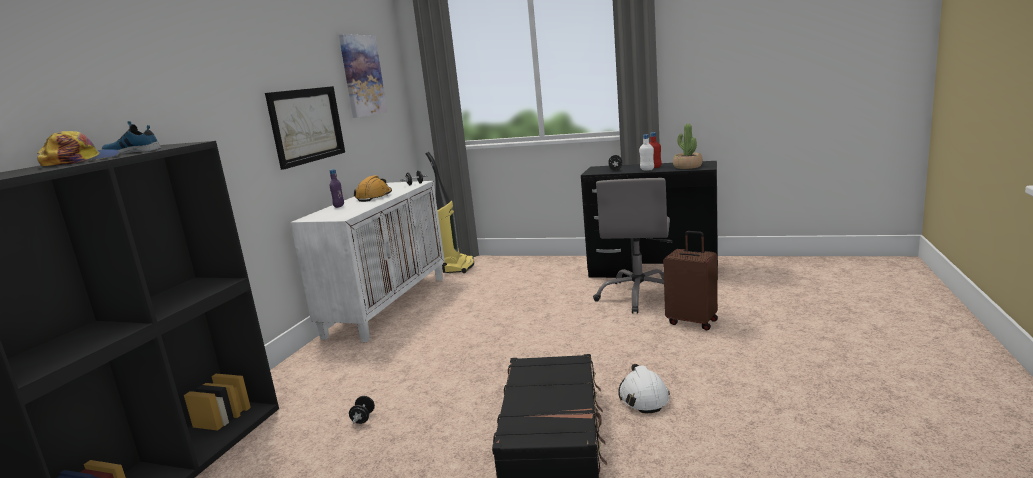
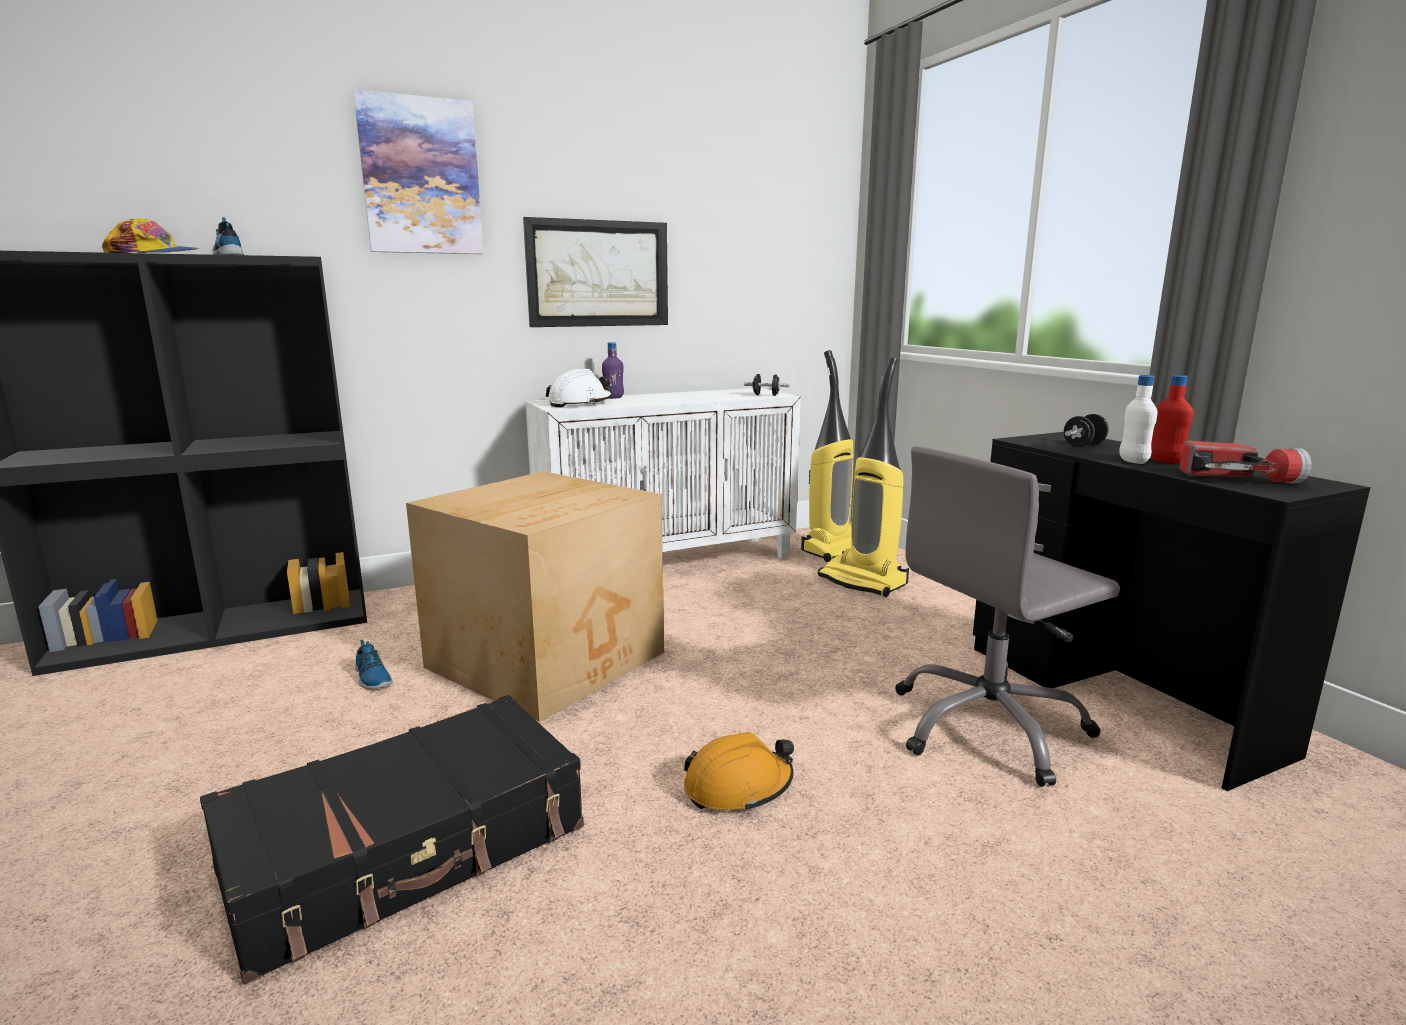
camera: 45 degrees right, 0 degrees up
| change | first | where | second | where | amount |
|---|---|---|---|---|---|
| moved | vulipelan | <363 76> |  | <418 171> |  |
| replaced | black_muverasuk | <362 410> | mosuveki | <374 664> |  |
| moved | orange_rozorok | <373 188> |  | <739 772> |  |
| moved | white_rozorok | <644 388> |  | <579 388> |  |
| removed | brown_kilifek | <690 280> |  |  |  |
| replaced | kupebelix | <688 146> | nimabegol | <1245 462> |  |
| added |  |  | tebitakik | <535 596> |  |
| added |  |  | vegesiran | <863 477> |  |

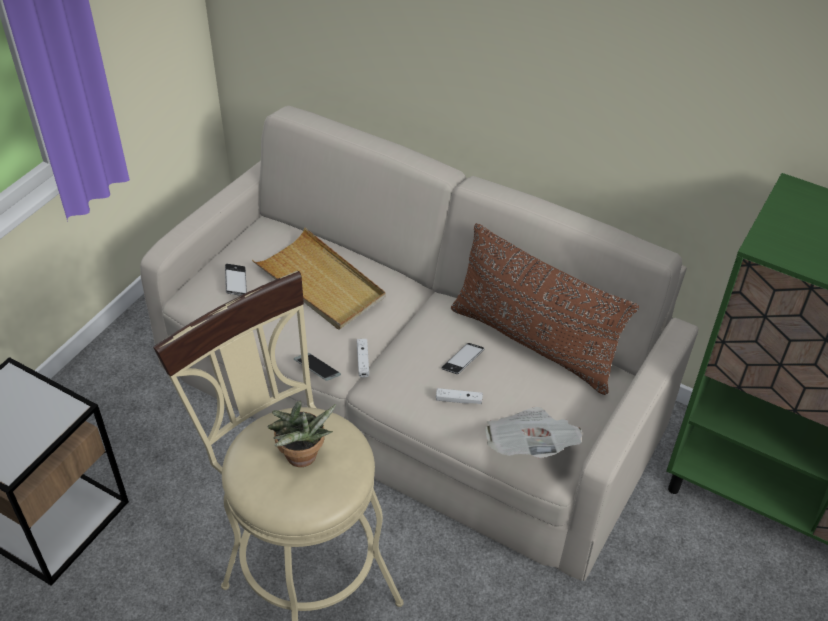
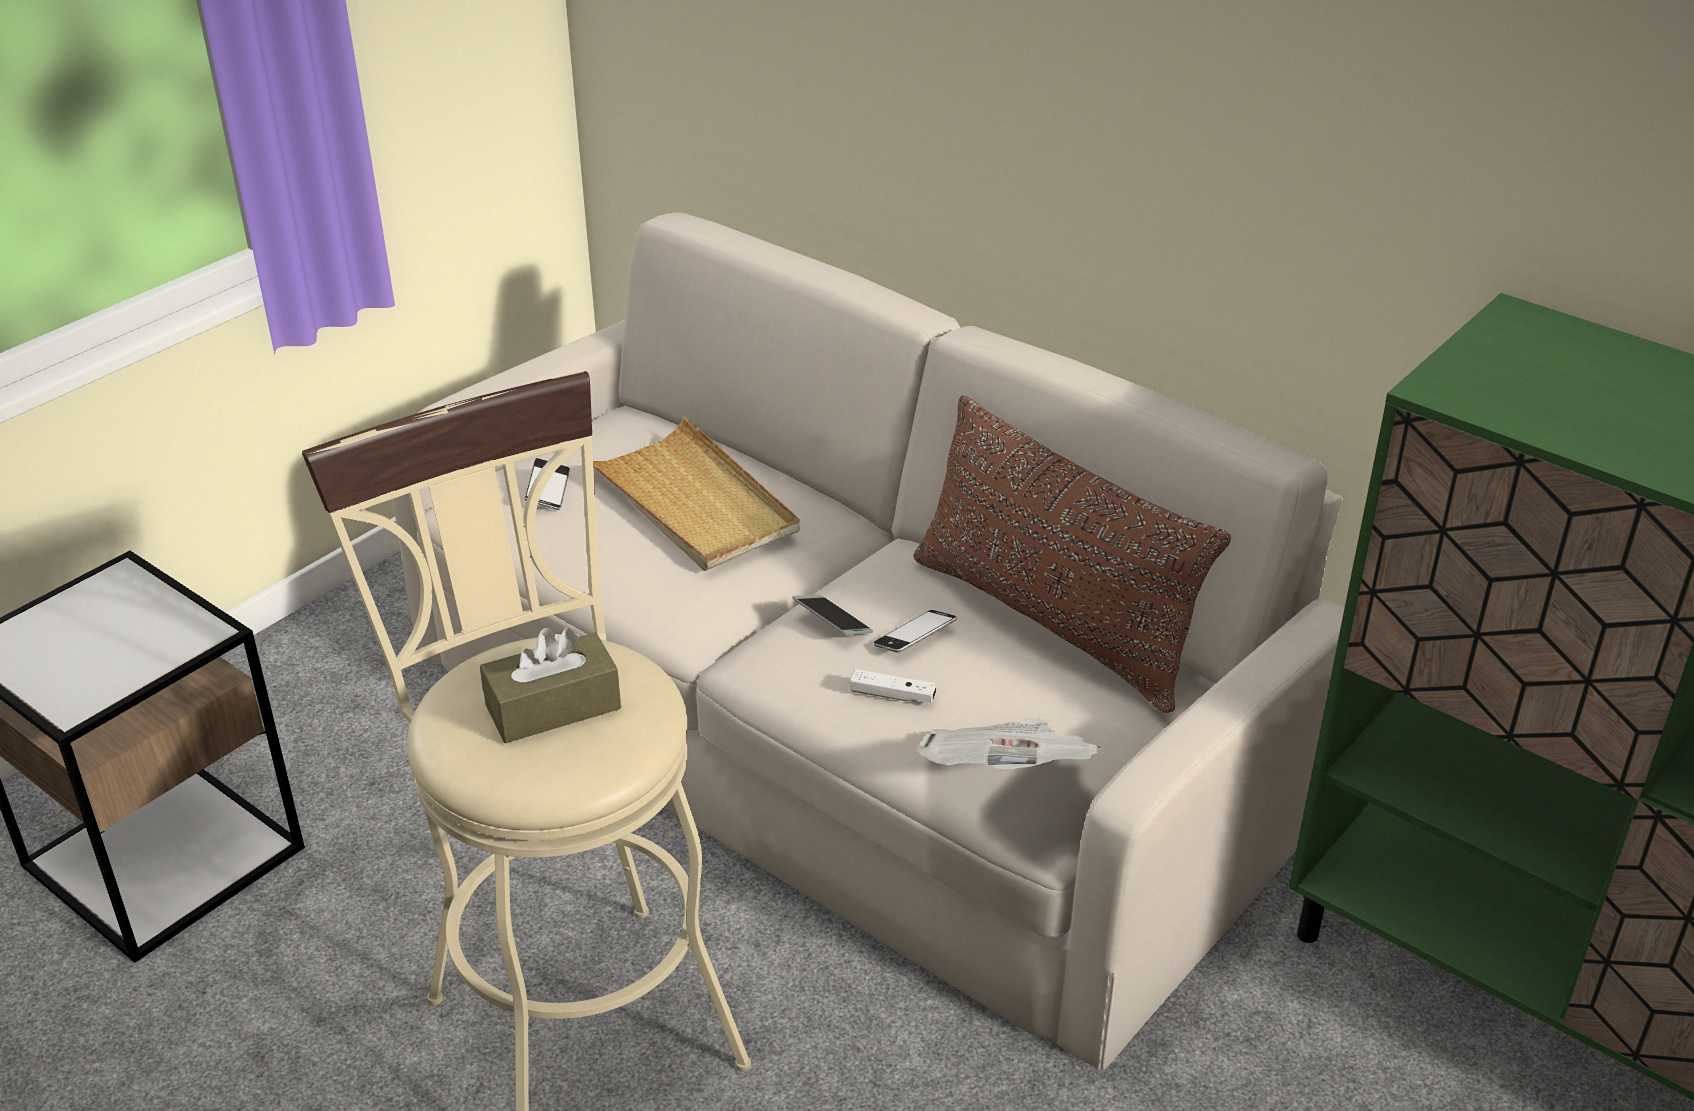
camera: 10 degrees right, 10 degrees down
| change | first | where | second | where | amount |
|---|---|---|---|---|---|
| replaced | kupebelix | <302 434> | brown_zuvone | <550 685> |  |
| moved | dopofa | <317 367> |  | <832 614> |  |
| removed | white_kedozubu | <363 358> |  |  |  |

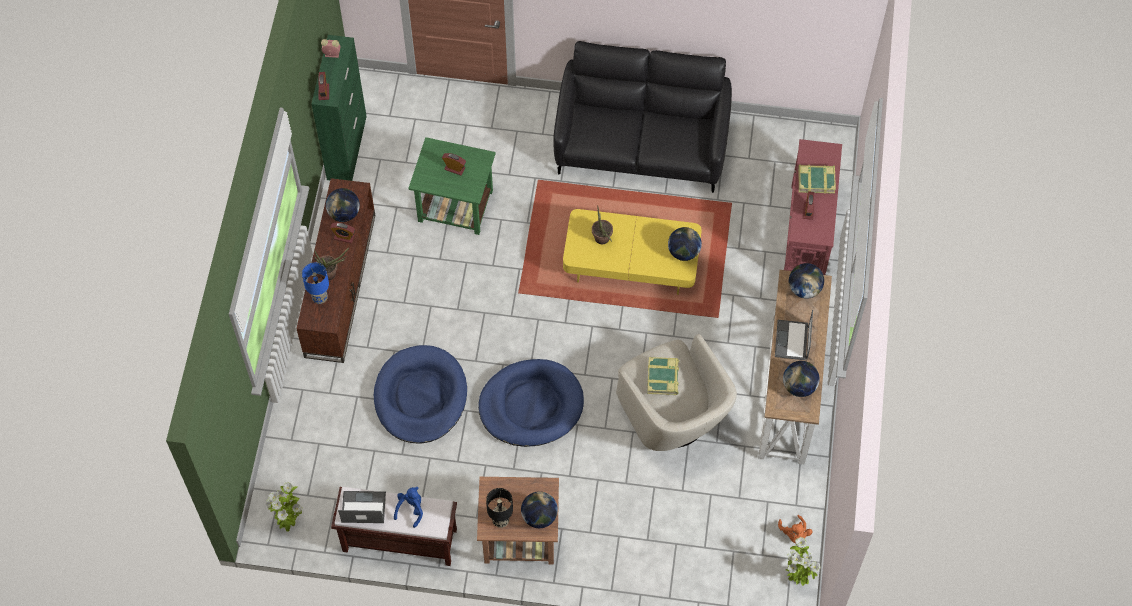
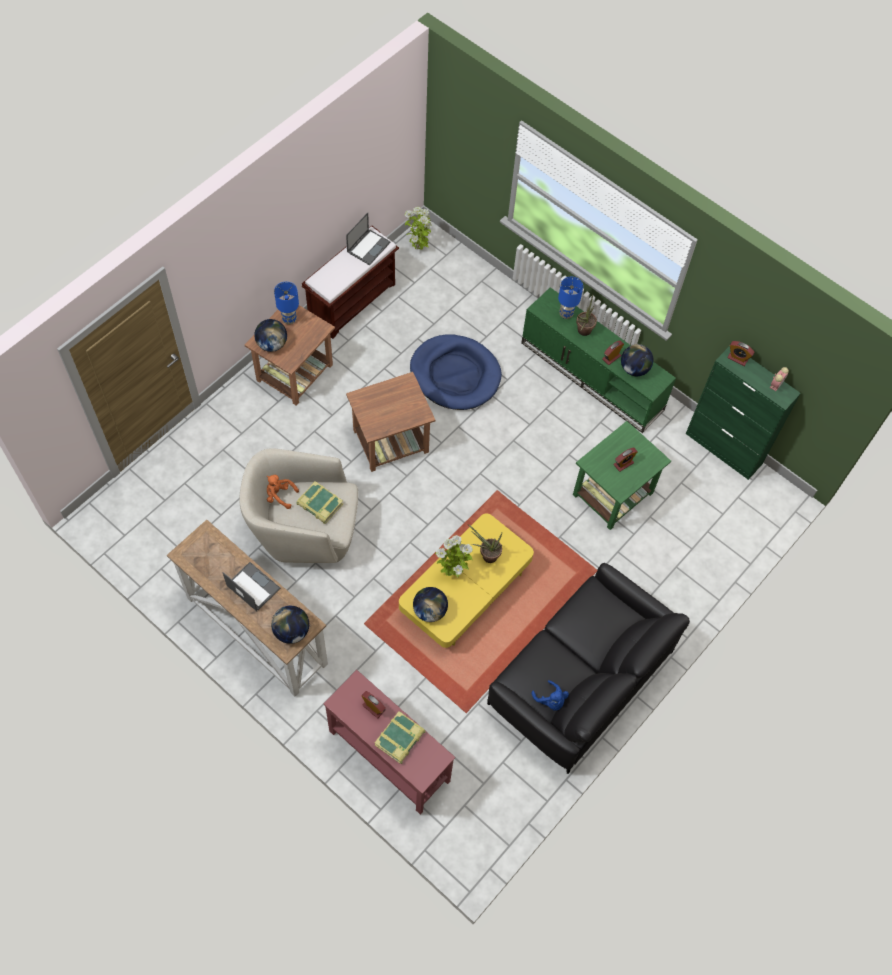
camera: 120 degrees right, 0 degrees up
| change | first | where | second | where | amount |
|---|---|---|---|---|---|
| recoloured | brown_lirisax | <335 270> | green_lirisax | <598 360> |  |
| moved | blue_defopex | <408 507> |  | <550 695> |  |
| replaced | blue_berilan | <531 403> | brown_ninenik | <391 422> |  |
| recoloured | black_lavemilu | <499 508> | blue_lavemilu | <286 303> |  |
| moved | orange_defopex | <795 529> |  | <283 492> |  |
| removed | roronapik | <801 379> |  |  |  |
| moved | kupebelix | <803 561> |  | <454 556> |  |

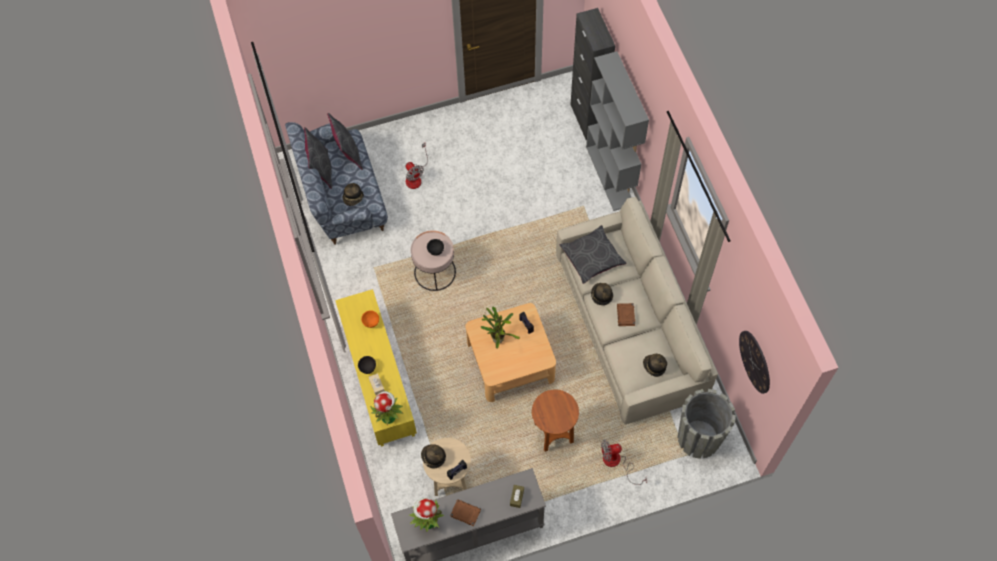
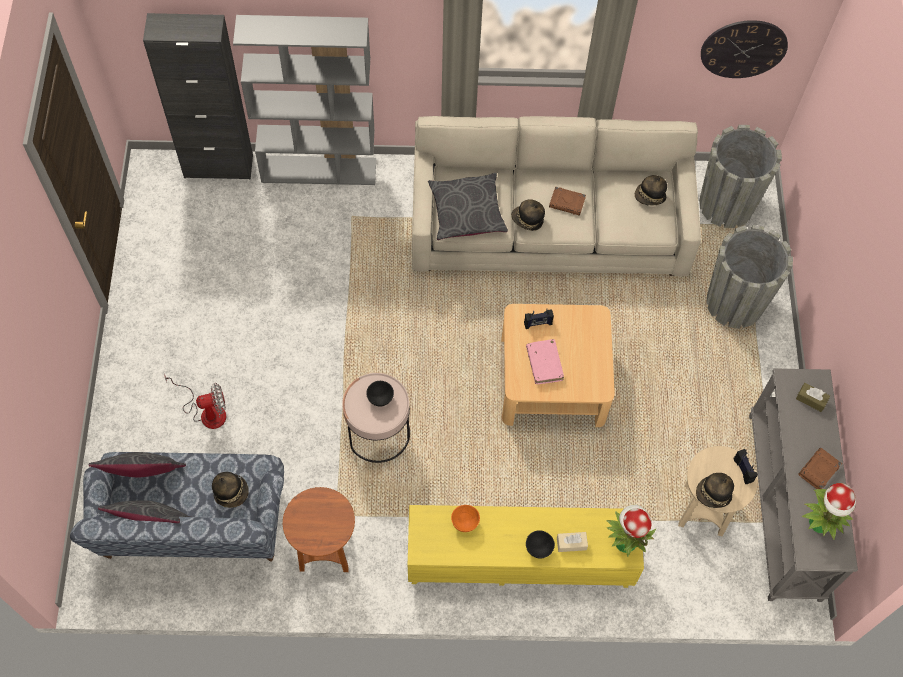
camera: 75 degrees left, 0 degrees up
| change | first | where | second | where | amount |
|---|---|---|---|---|---|
| replaced | kupebelix | <500 327> | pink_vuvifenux | <545 361> |  |
| moved | brown_ninenik | <555 421> |  | <319 529> |  |
| replaced | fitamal | <624 462> | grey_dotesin | <749 277> |  |

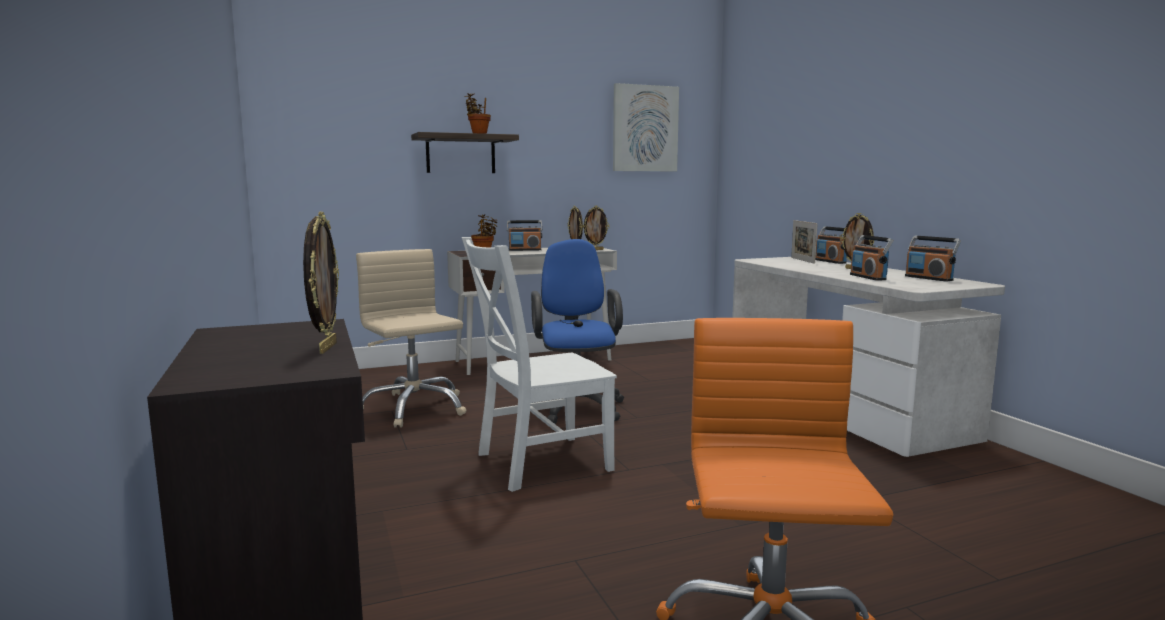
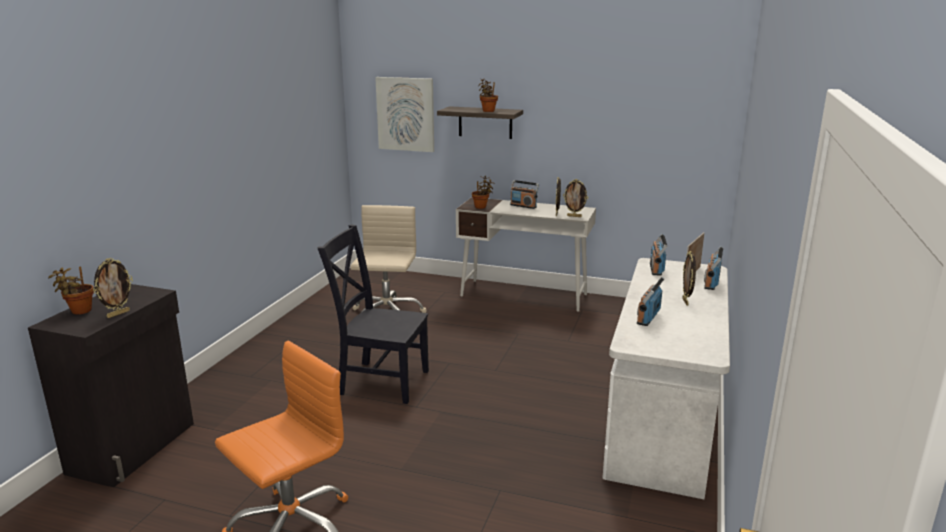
camera: 40 degrees right, 10 degrees up
| change | first | where | second | where | amount |
|---|---|---|---|---|---|
| recoloured | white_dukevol | <539 364> | black_dukevol | <373 314> |  |
| removed | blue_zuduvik | <577 331> |  |  |  |
| moved | vulipelan | <646 127> |  | <404 114> |  |
| moved | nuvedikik | <933 259> |  | <659 255> |  |
| added |  |  | kupebelix | <71 290> |  |

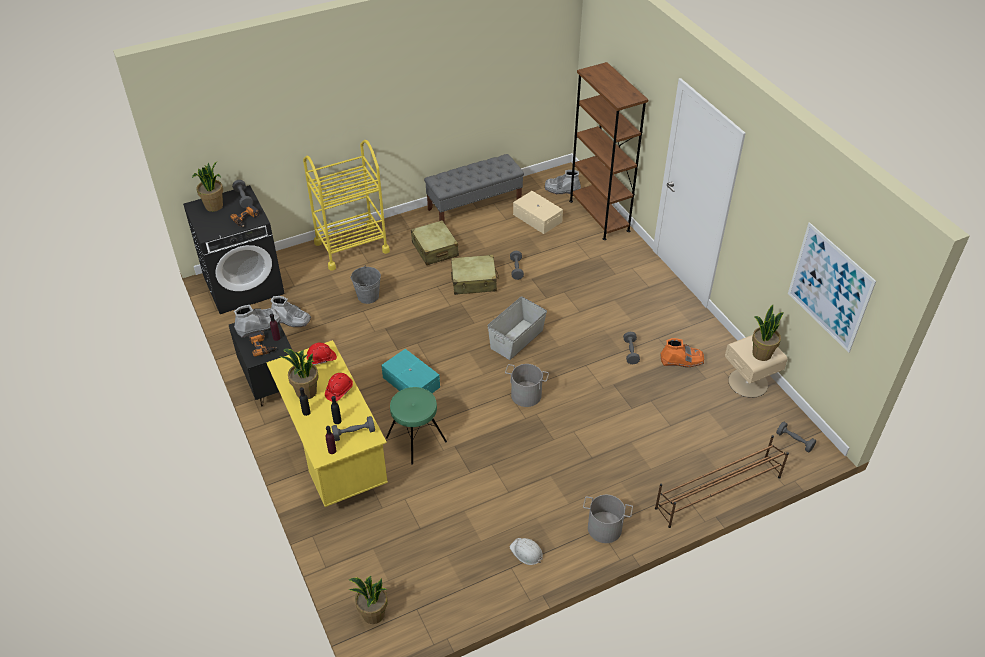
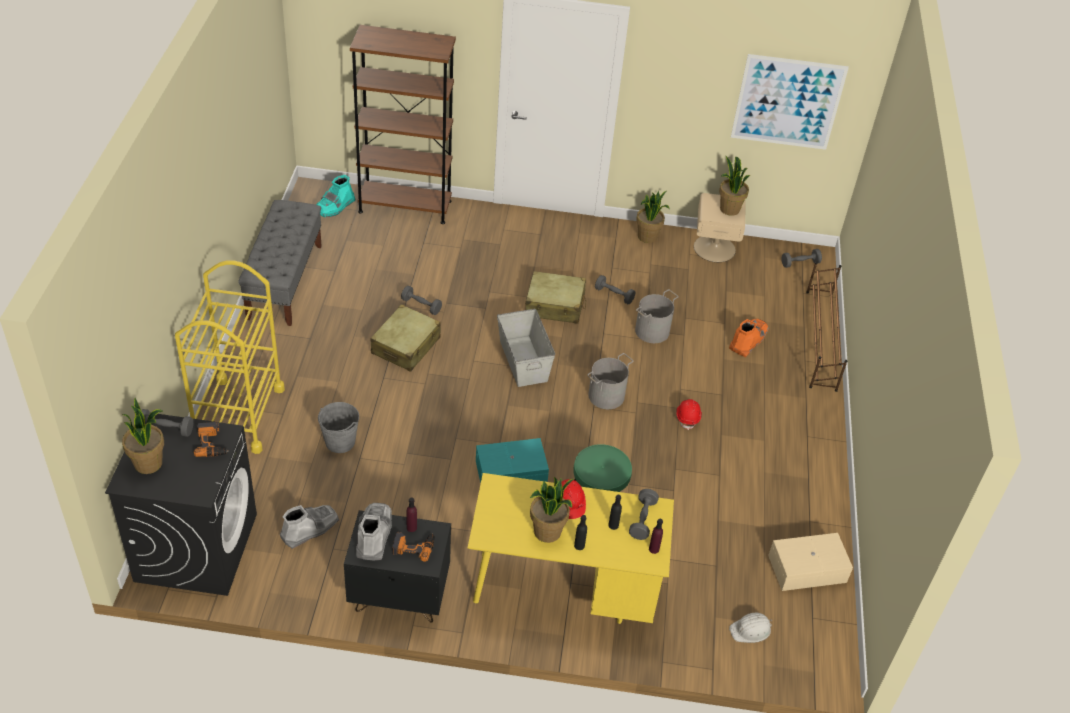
camera: 60 degrees left, 0 degrees up
| change | first | where | second | where | amount |
|---|---|---|---|---|---|
| moved | red_rozorok | <321 353> |  | <689 414> |  |
| moved | kupebelix | <368 600> |  | <653 216> |  |
| moved | beige_kilifek | <435 242> |  | <556 297> |  |
| moved | white_rozorok | <526 551> |  | <750 628> |  |
| moved | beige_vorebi | <538 212> |  | <810 562> |  |
| recoloured | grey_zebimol | <563 182> | turquoise_zebimol | <335 196> |  |
| moved | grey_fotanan | <608 519> |  | <657 316> |  |
| moved | orange_zebimol | <682 352> |  | <749 338> |  |

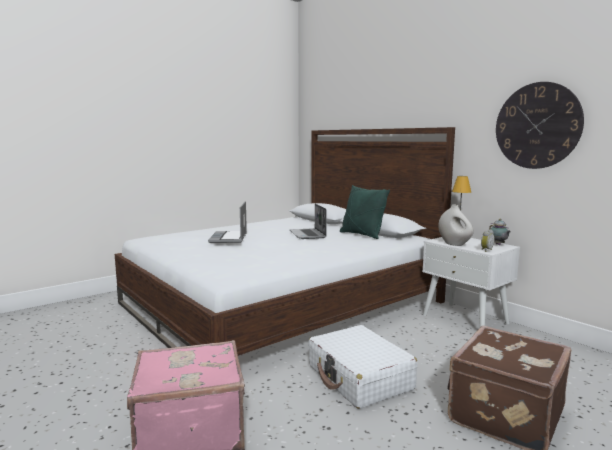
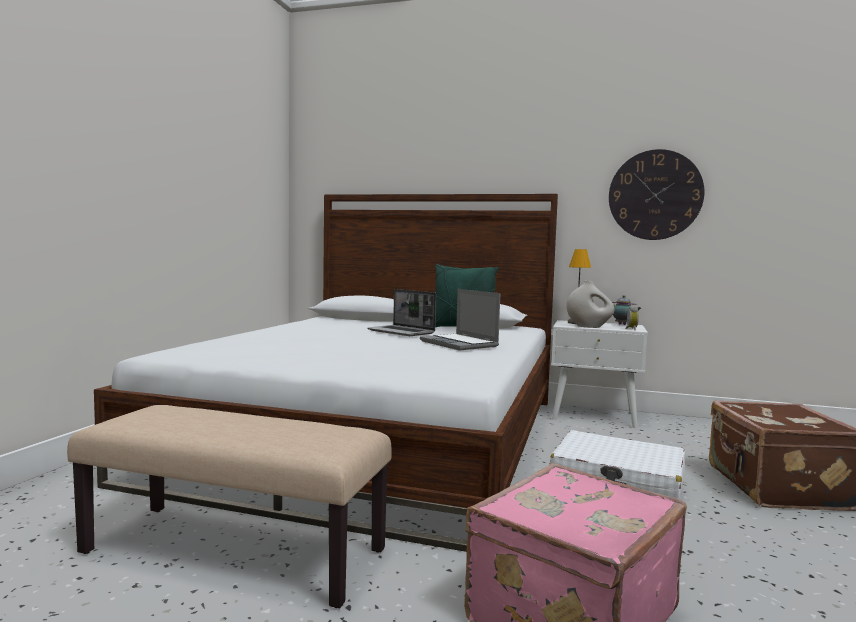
camera: 35 degrees left, 5 degrees down
| change | first | where | second | where | amount |
|---|---|---|---|---|---|
| moved | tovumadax | <227 222> |  | <460 320> |  |
| added |  |  | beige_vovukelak | <229 506> |  |

